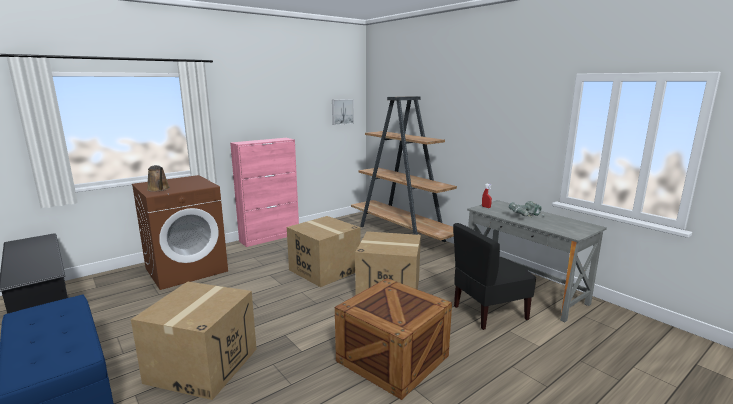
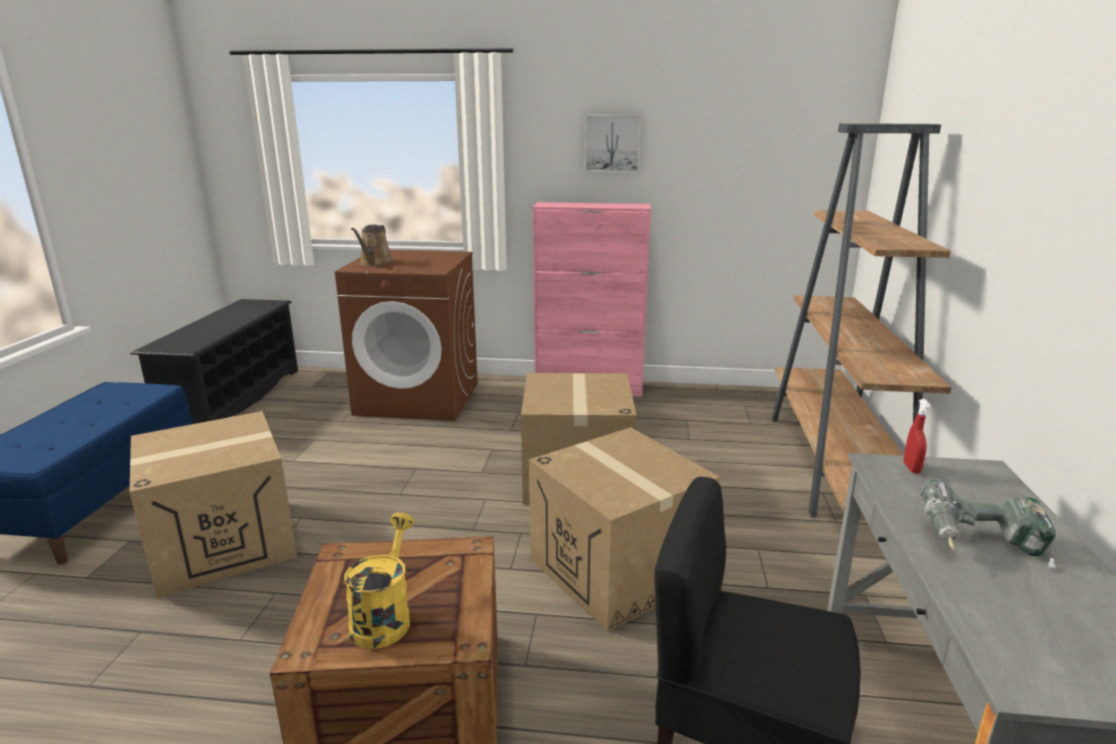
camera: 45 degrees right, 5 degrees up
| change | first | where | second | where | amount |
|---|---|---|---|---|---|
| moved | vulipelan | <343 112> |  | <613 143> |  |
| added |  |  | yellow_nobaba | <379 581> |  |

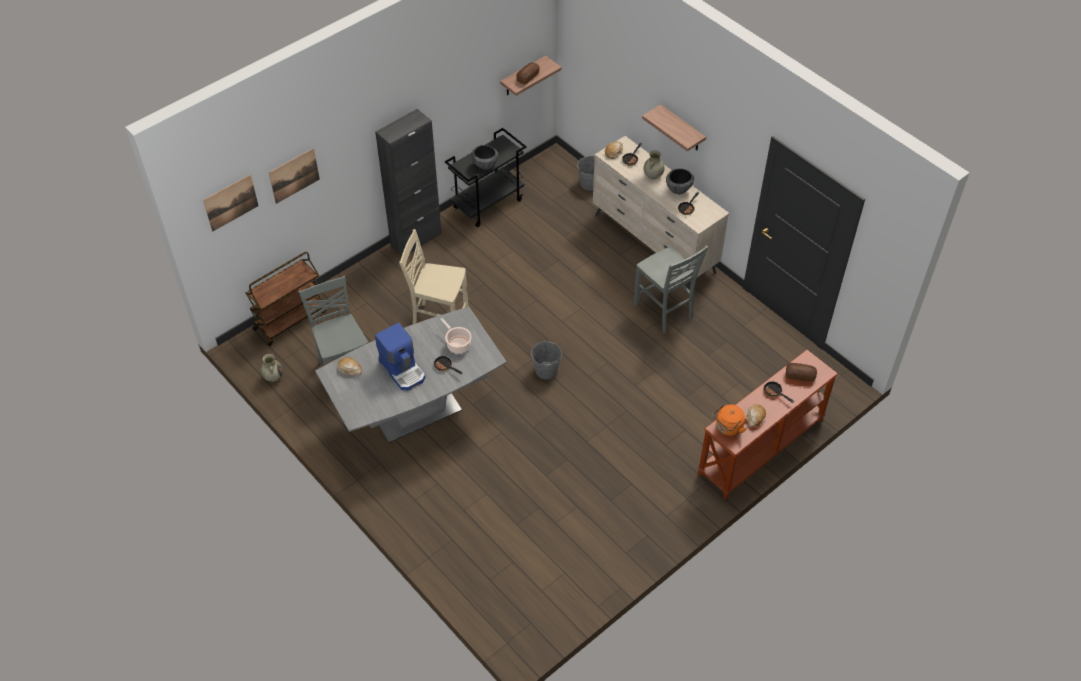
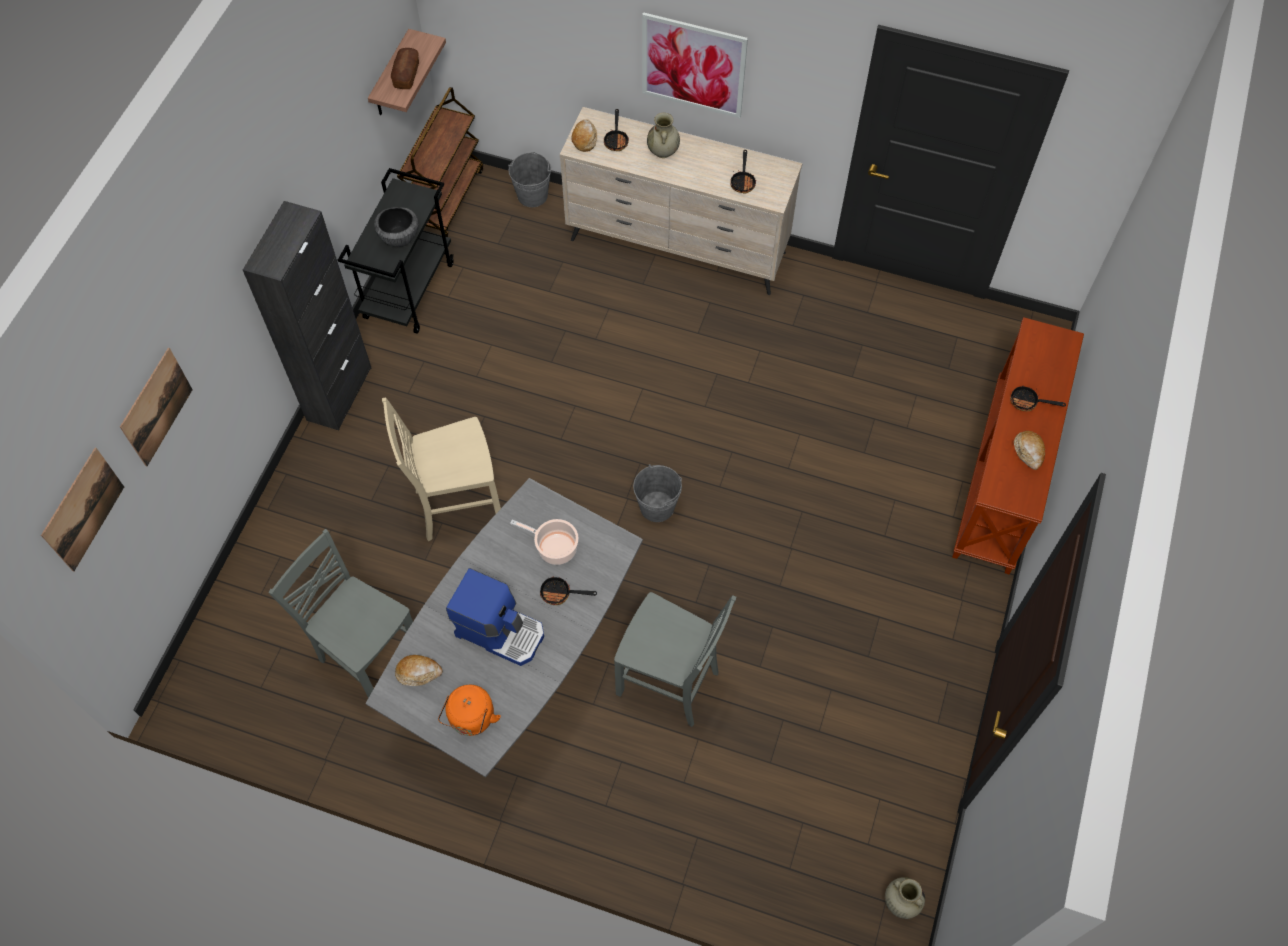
camera: 30 degrees left, 10 degrees up
| change | first | where | second | where | amount |
|---|---|---|---|---|---|
| moved | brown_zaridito | <286 299> |  | <440 162> |  |
| moved | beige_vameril | <272 368> |  | <905 898> |  |
| moved | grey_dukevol | <671 290> |  | <675 659> |  |
| replaced | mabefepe | <674 127> | vulipelan | <695 65> |  |
| removed | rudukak | <680 181> |  |  |  |
| moved | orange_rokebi | <729 420> |  | <469 710> |  |
| removed | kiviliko | <801 372> |  |  |  |

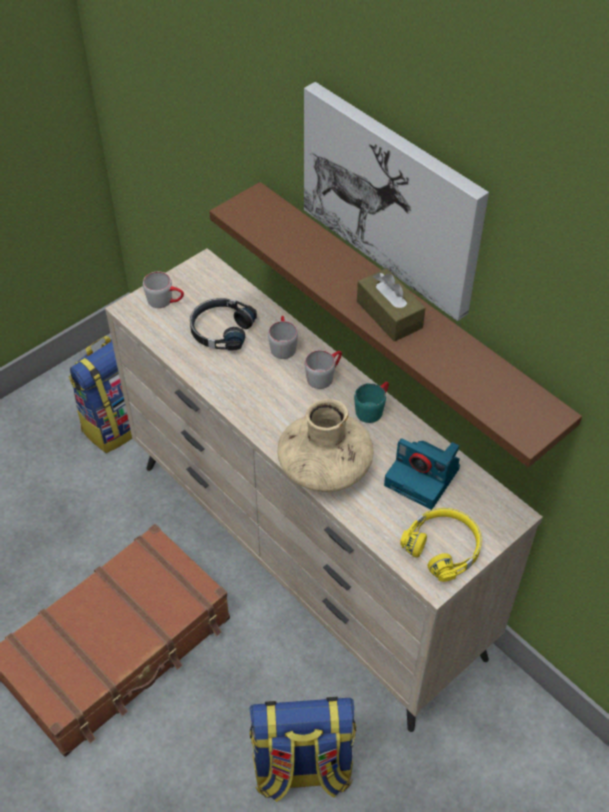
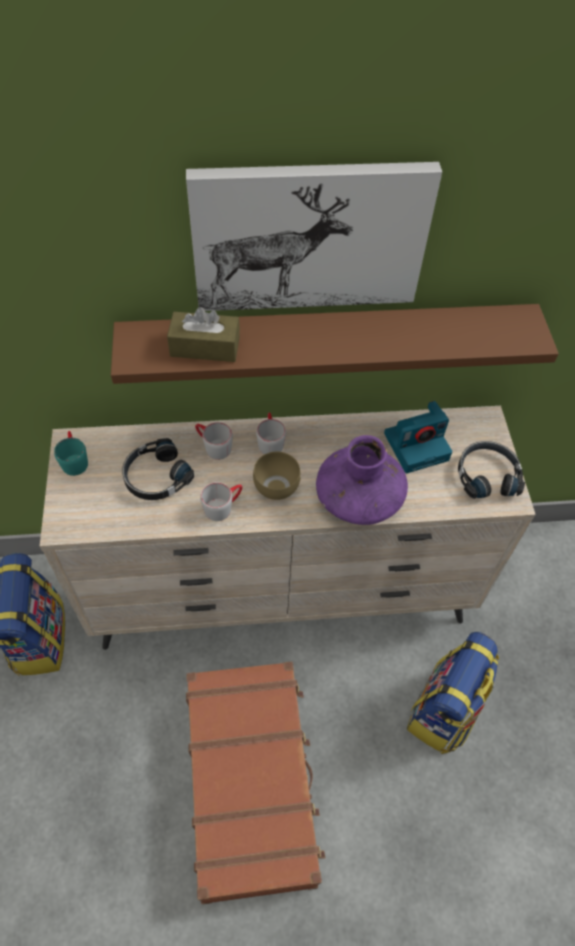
camera: 55 degrees left, 5 degrees up
| change | first | where | second | where | amount |
|---|---|---|---|---|---|
| moved | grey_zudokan | <163 290> |  | <221 501> |  |
| recoloured | beige_vameril | <325 445> | purple_vameril | <362 480> |  |
| moved | turquoise_zudokan | <371 402> |  | <71 453> |  |
| moved | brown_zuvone | <391 305> |  | <203 334> |  |
| recoloured | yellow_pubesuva | <441 545> | black_pubesuva | <491 470> |  |
| added |  |  | brown_rudukak | <277 476> |  |

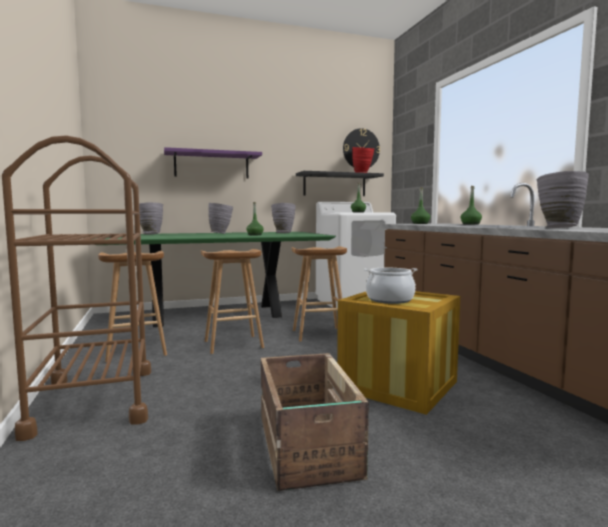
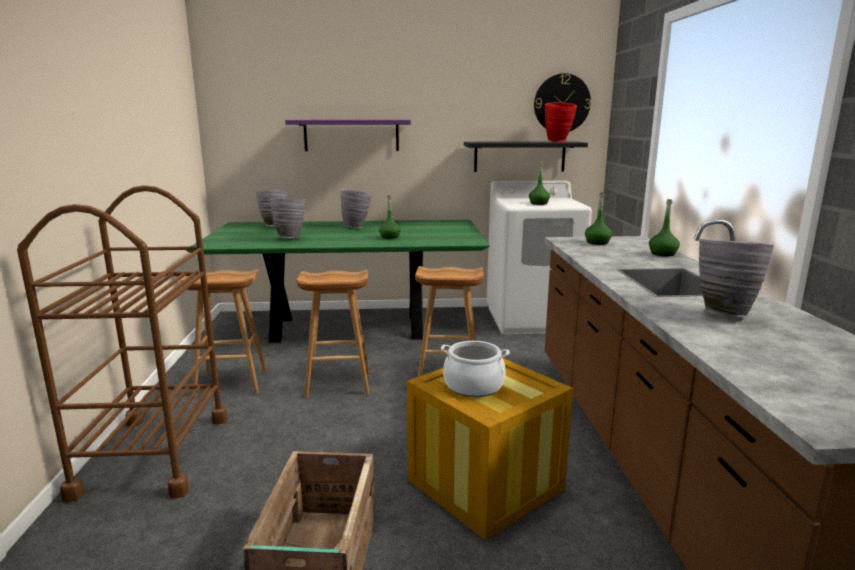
camera: 15 degrees right, 10 degrees up
| change | first | where | second | where | amount |
|---|---|---|---|---|---|
| moved | grey_vameril | <283 218> |  | <288 218> |  |

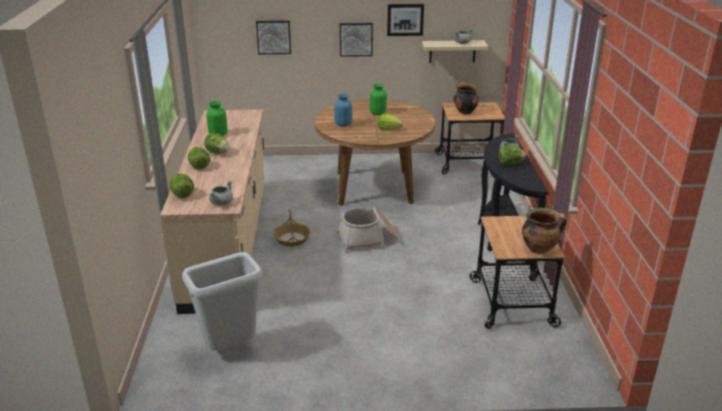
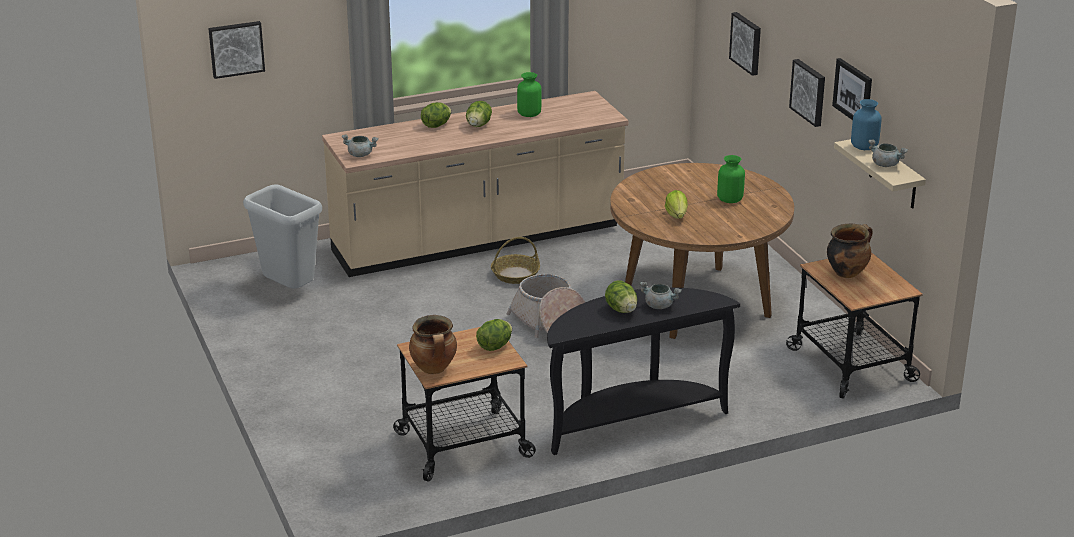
camera: 70 degrees right, 0 degrees up
| change | first | where | second | where | amount |
|---|---|---|---|---|---|
| moved | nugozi | <182 185> |  | <494 335> |  |
| moved | blue_vameril | <343 110> |  | <866 124> |  |
| added |  |  | vulipelan | <236 50> |  |

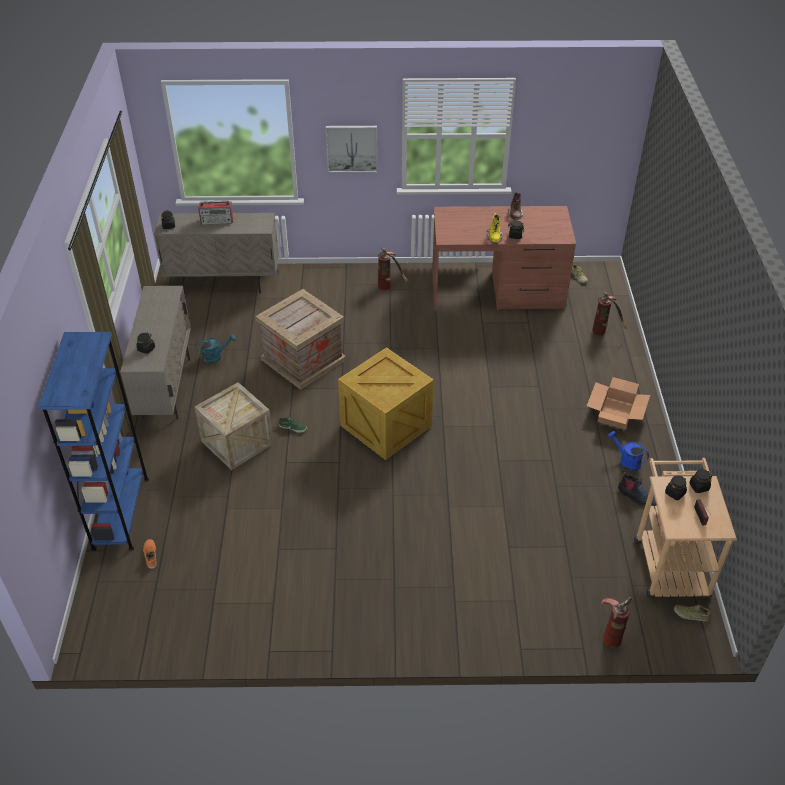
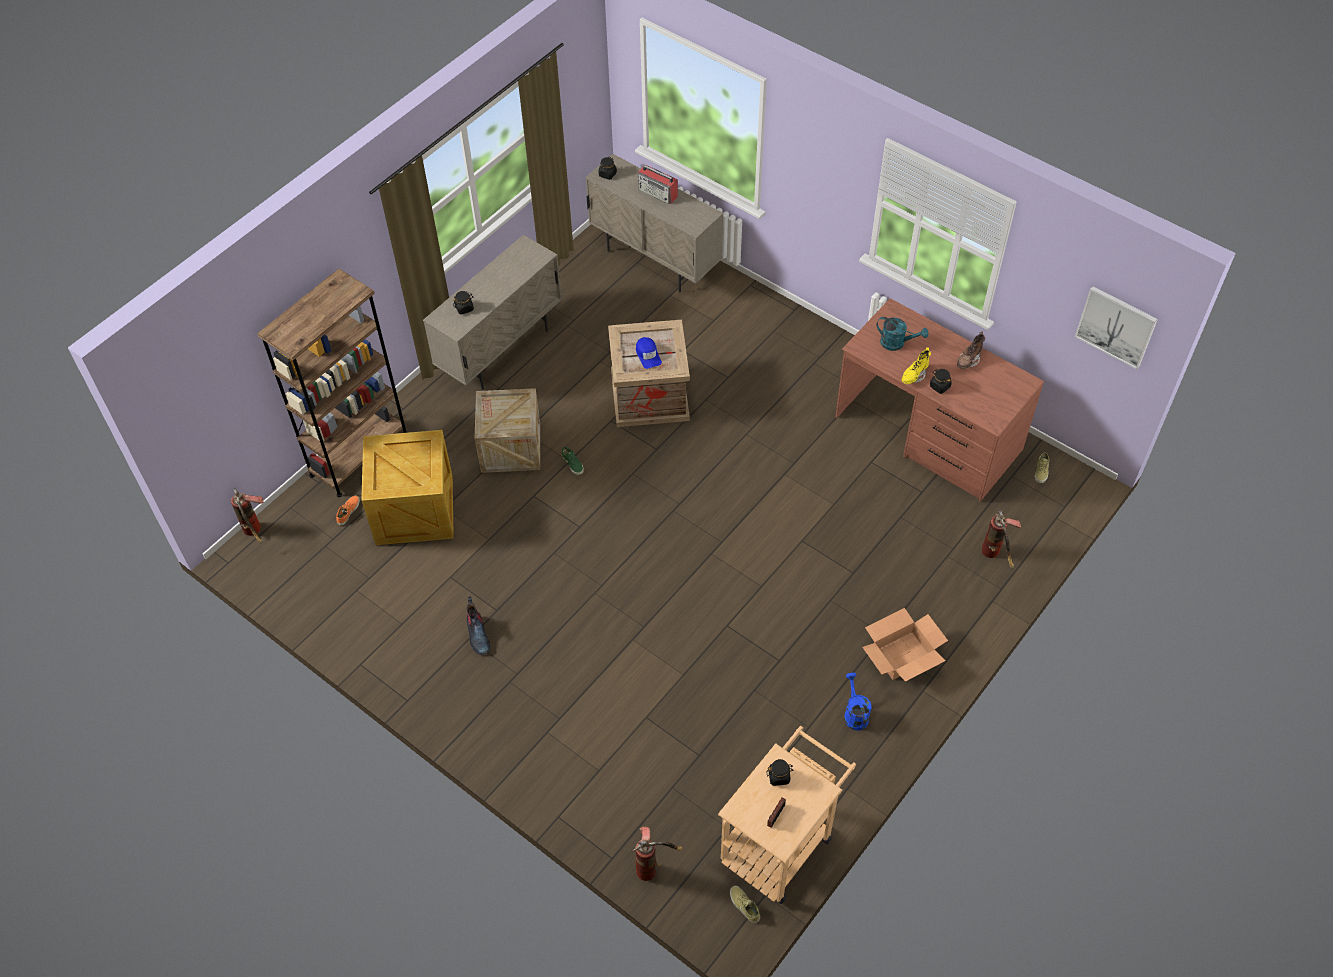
camera: 40 degrees right, 10 degrees up
| change | first | where | second | where | amount |
|---|---|---|---|---|---|
| recoloured | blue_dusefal | <93 441> | brown_dusefal | <332 383> |  |
| moved | turquoise_nobaba | <215 349> |  | <902 334> |  |
| moved | vulipelan | <352 149> |  | <1116 327> |  |
| moved | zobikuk | <386 403> |  | <407 487> |  |
| moved | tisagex | <393 268> |  | <247 515> |  |
| moved | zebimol | <637 486> |  | <478 625> |  |
| removed | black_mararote | <700 481> |  |  |  |
| added |  |  | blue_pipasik | <649 353> |  |

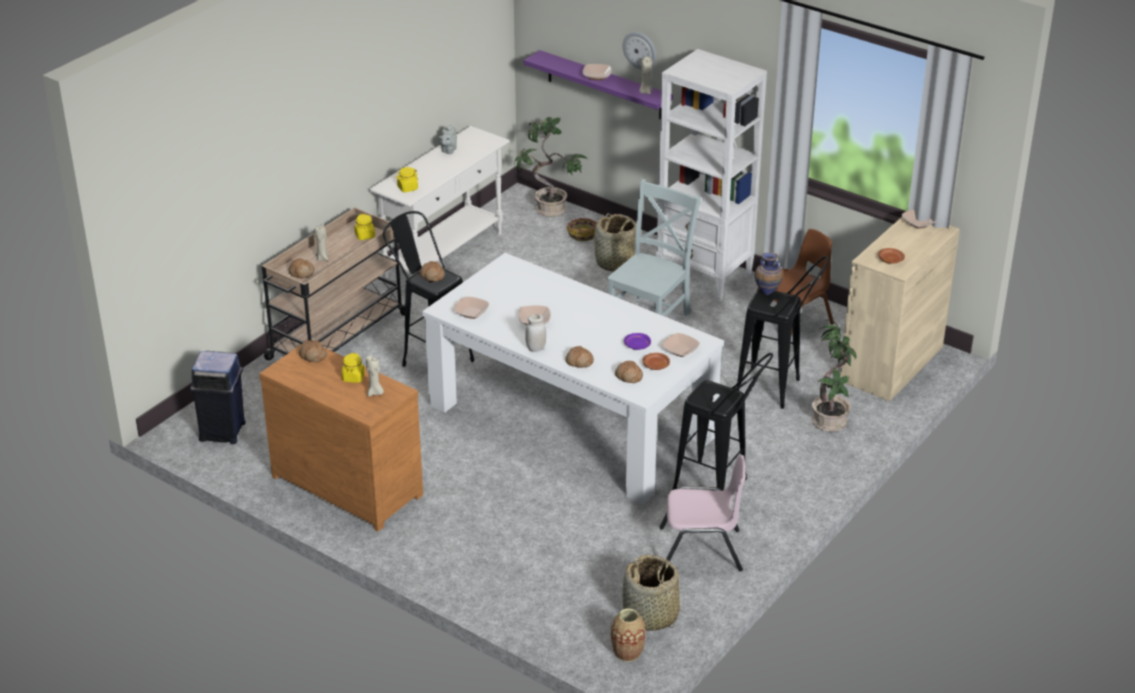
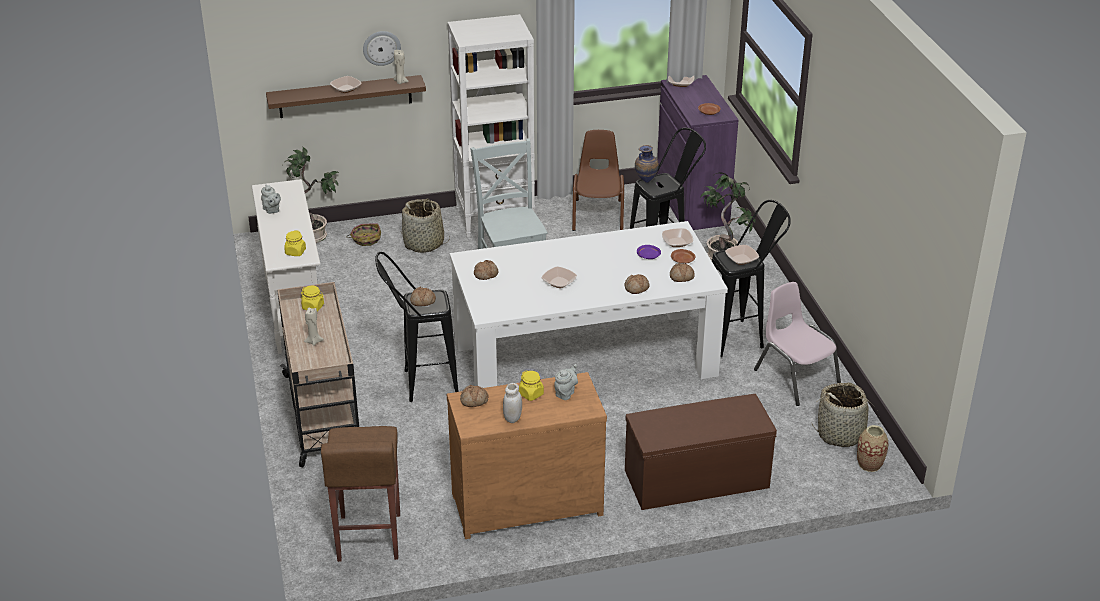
camera: 50 degrees left, 0 degrees up
| change | first | where | second | where | amount |
|---|---|---|---|---|---|
| replaced | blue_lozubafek | <218 397> | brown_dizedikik | <360 494> |  |
| moved | kiviliko | <301 269> |  | <486 270> |  |
| replaced | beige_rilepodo | <375 376> | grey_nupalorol | <566 382> |  |
| moved | rudukak | <471 308> |  | <742 255> |  |
| recoloured | purple_mabefepe | <598 85> | brown_mabefepe | <346 96> |  |
| moved | white_mararote | <535 333> |  | <512 403> |  |
| turned | pink_dukevol | <702 513> |  | <797 344> | 75 degrees counterclockwise |
| recoloured | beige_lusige | <900 308> | purple_lusige | <697 152> |  |
| added |  |  | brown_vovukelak | <701 452> |  |

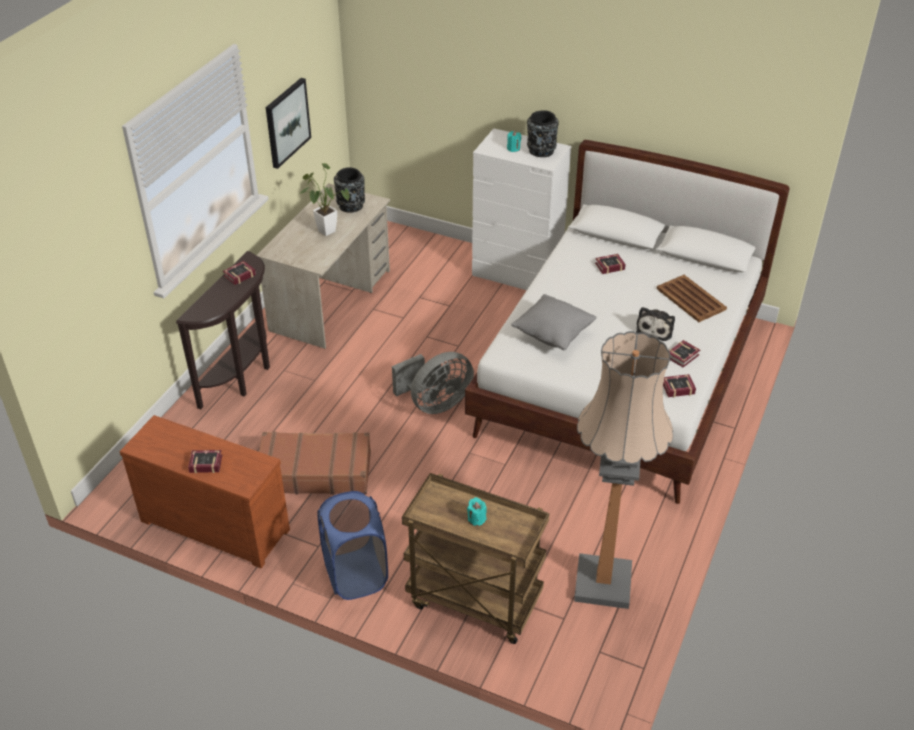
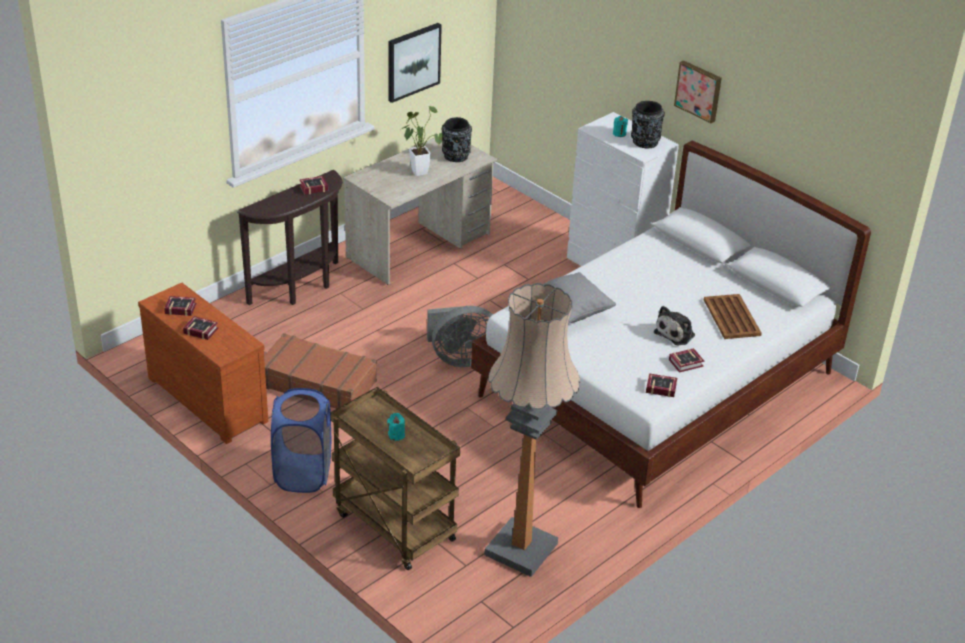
camera: 20 degrees right, 5 degrees down
| change | first | where | second | where | amount |
|---|---|---|---|---|---|
| moved | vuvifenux | <610 264> |  | <180 306> |  |
| added |  |  | vulipelan | <698 91> |  |

